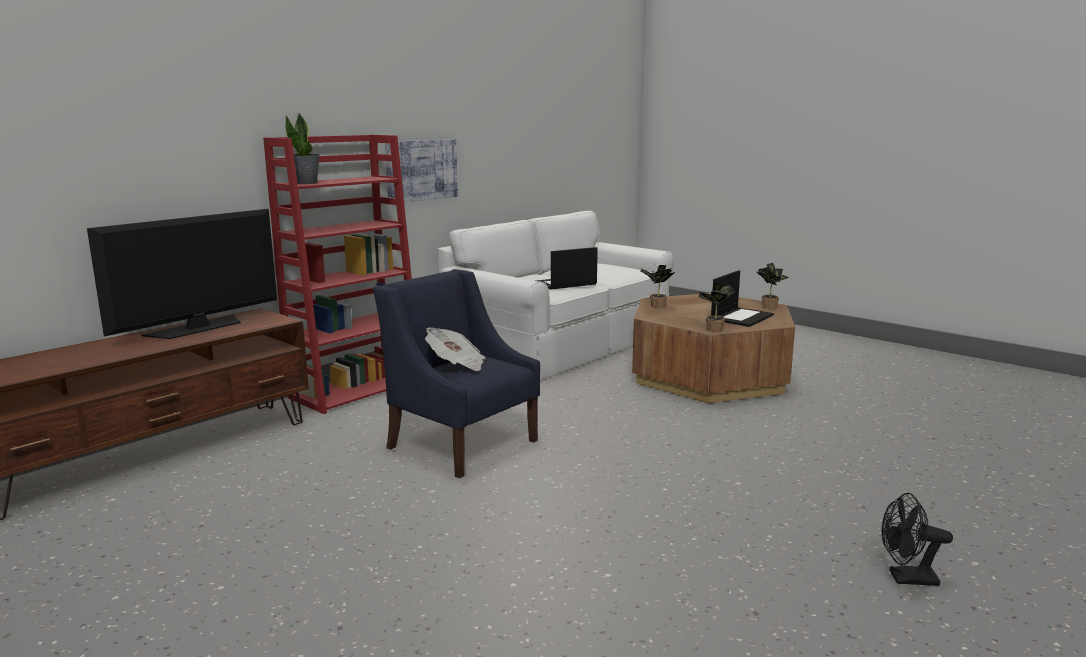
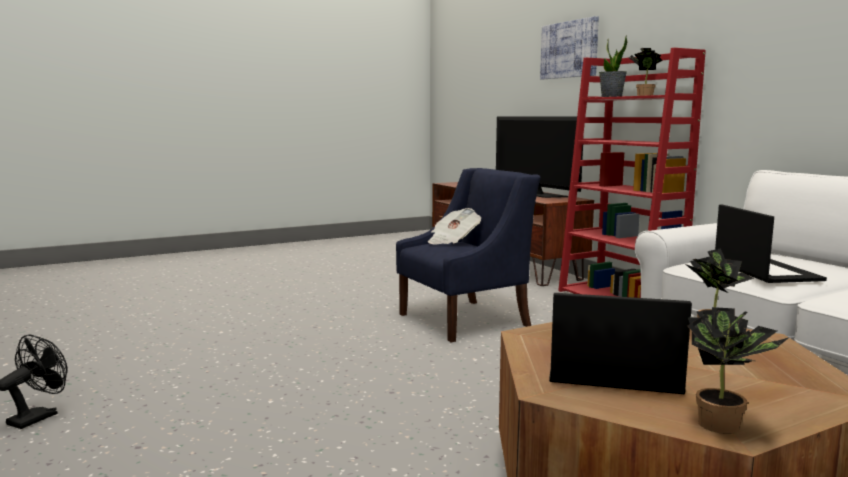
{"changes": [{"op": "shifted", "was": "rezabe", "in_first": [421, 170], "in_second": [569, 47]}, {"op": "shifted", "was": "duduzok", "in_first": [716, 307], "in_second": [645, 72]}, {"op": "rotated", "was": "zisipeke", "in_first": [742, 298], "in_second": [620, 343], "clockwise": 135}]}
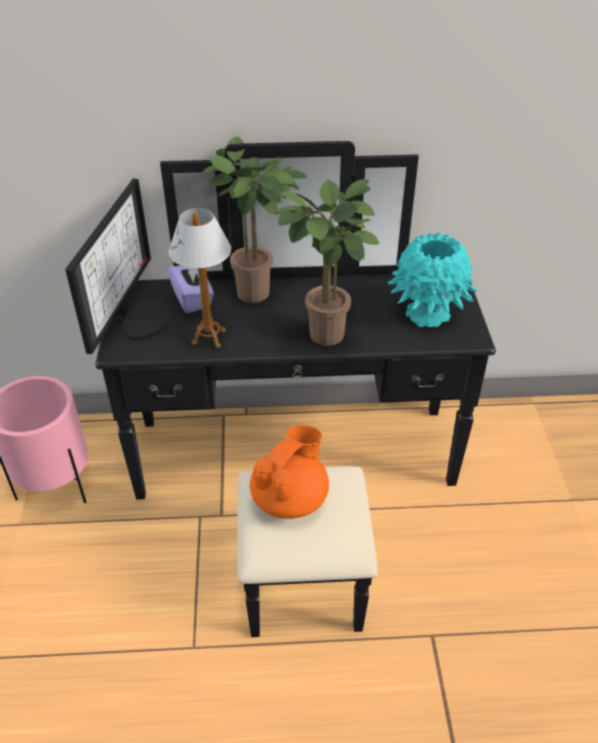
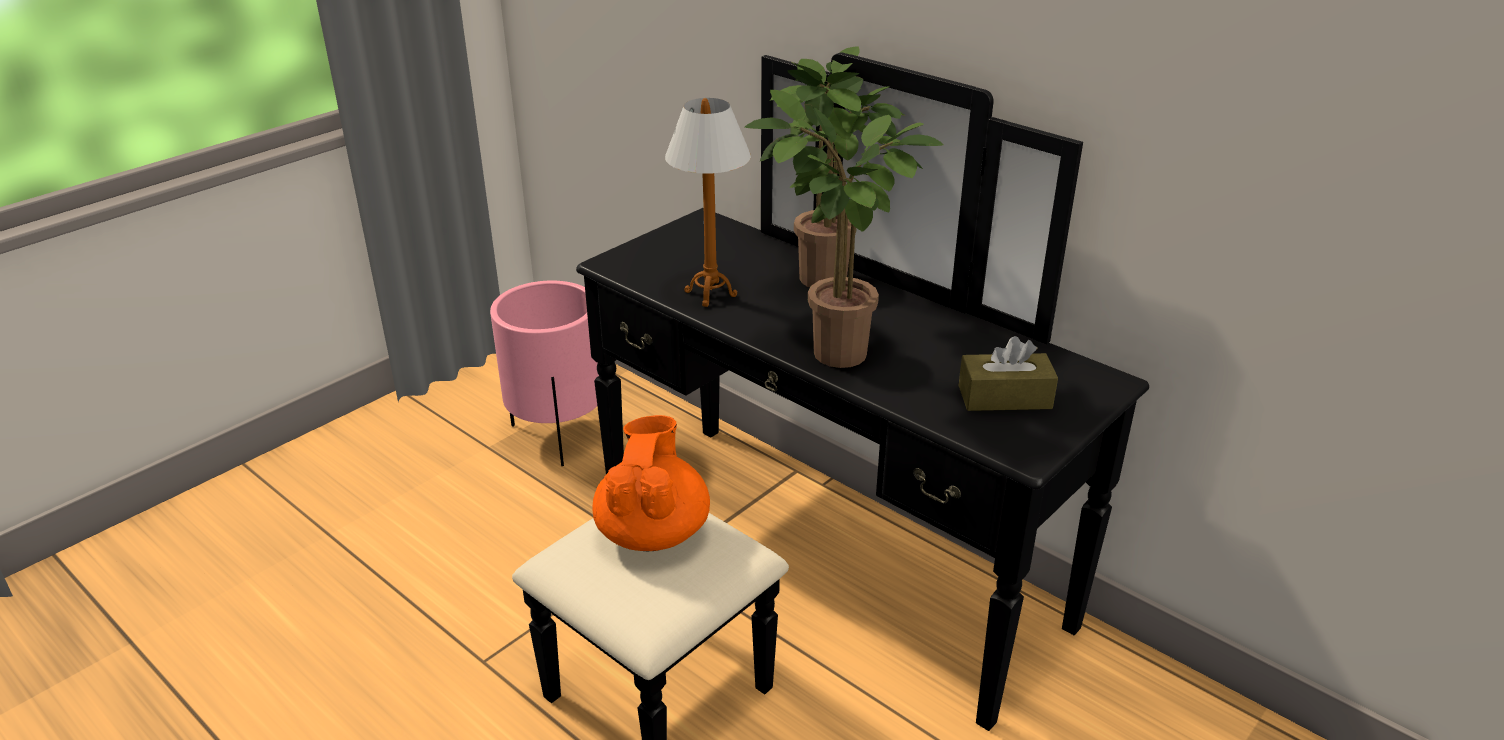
{"changes": [{"op": "gone", "was": "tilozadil", "in_first": [117, 266]}, {"op": "gone", "was": "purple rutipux", "in_first": [190, 289]}, {"op": "rotated", "was": "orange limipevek", "in_first": [289, 472], "in_second": [651, 483], "clockwise": -75}, {"op": "swapped", "was": "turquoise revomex", "now": "brown rutipux", "in_first": [432, 279], "in_second": [1008, 373]}]}
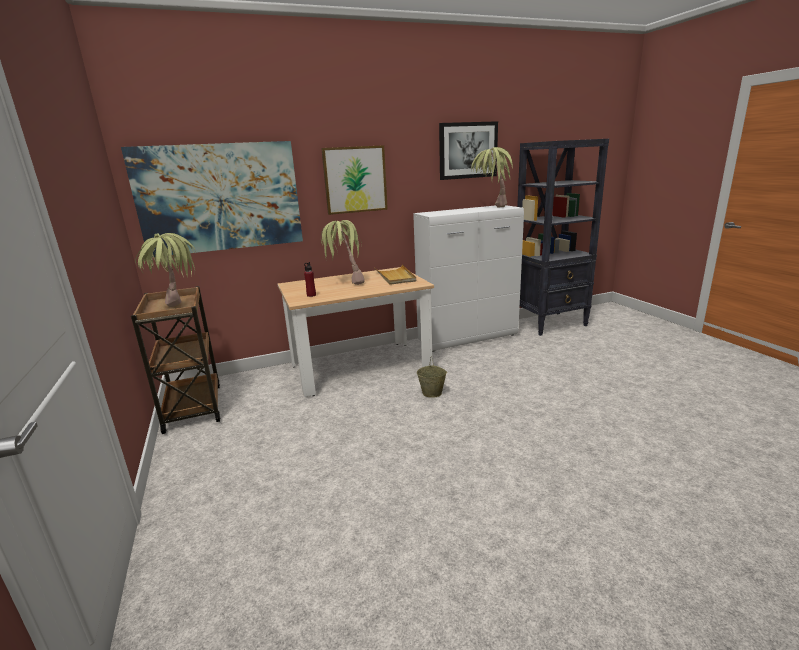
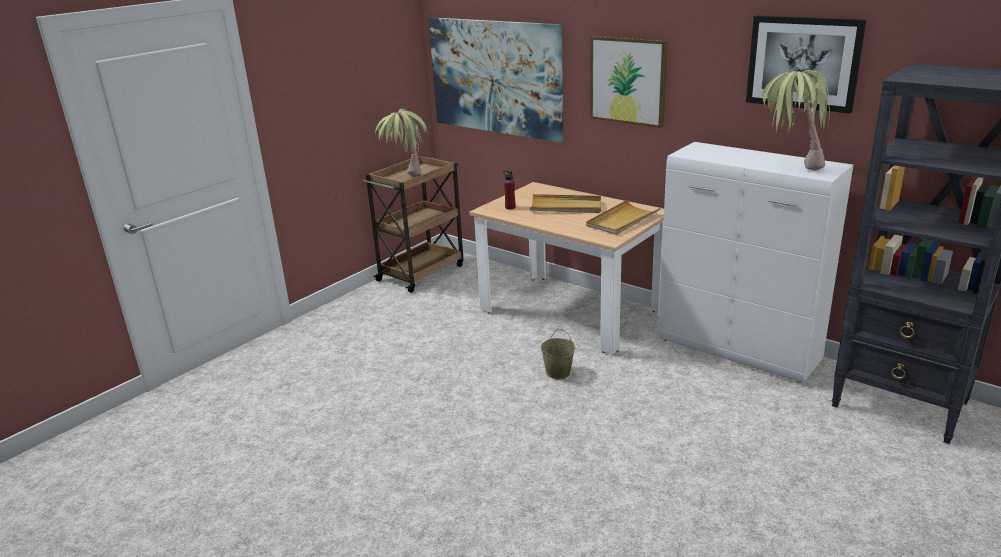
{"changes": [{"op": "swapped", "was": "duduzok", "now": "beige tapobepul", "in_first": [343, 252], "in_second": [565, 203]}]}
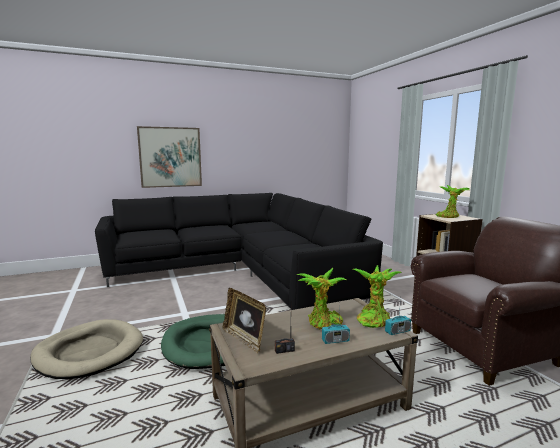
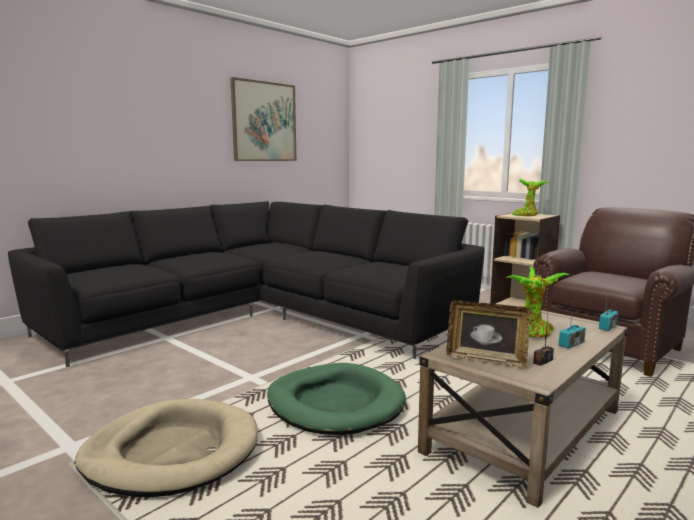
{"changes": [{"op": "shifted", "was": "rezabe", "in_first": [169, 157], "in_second": [263, 119]}, {"op": "gone", "was": "duduzok", "in_first": [377, 296]}]}
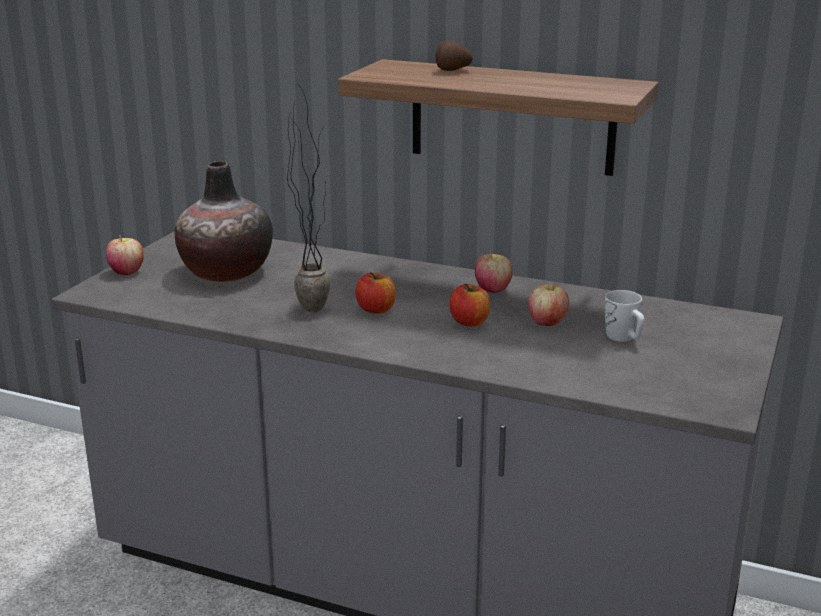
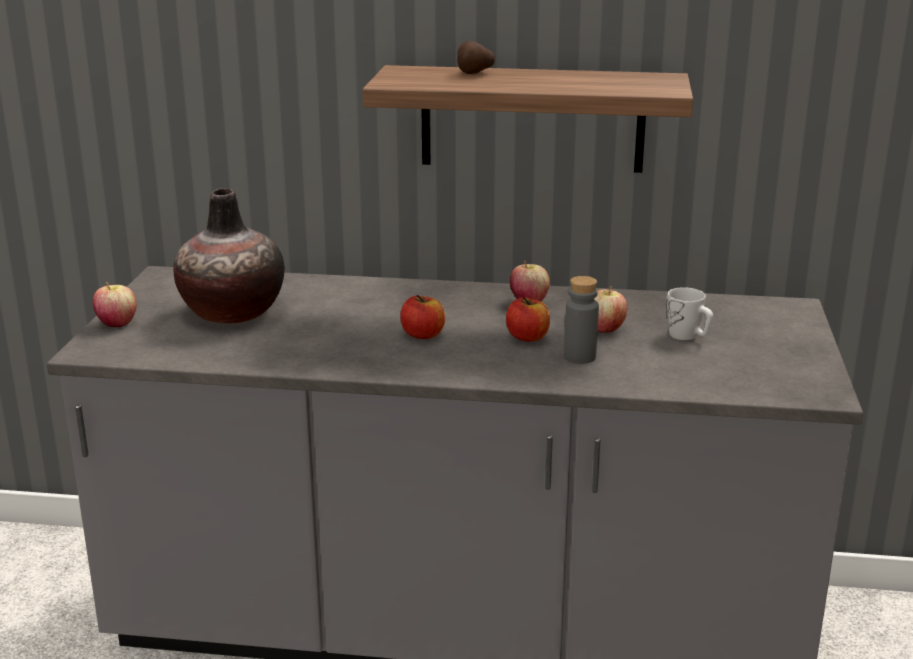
{"changes": [{"op": "gone", "was": "duduzok", "in_first": [309, 200]}, {"op": "new", "now": "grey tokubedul", "in_second": [581, 320]}]}
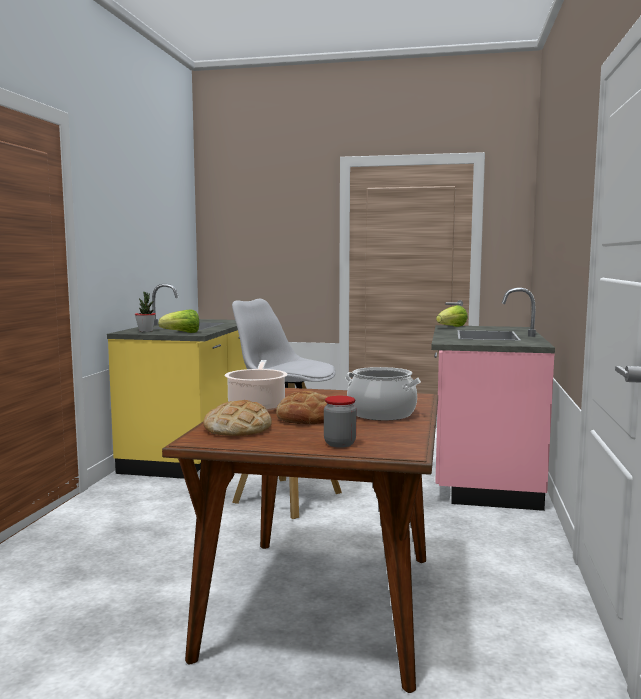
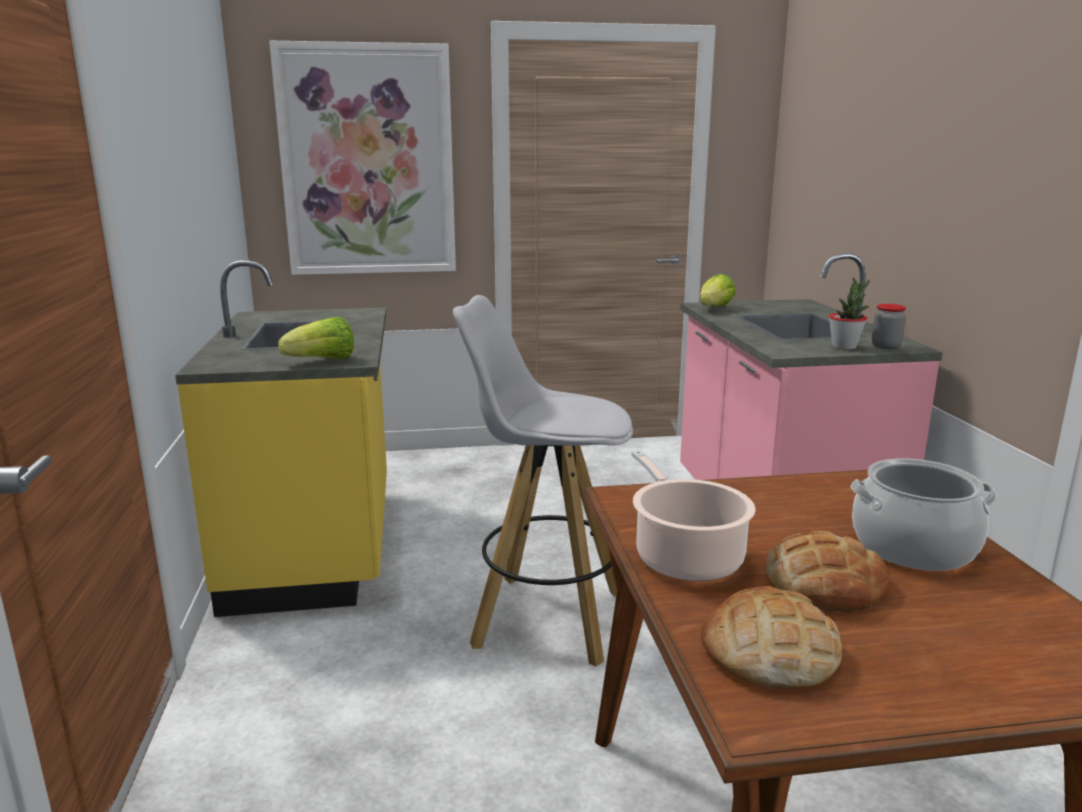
{"changes": [{"op": "shifted", "was": "duduzok", "in_first": [145, 312], "in_second": [849, 314]}, {"op": "shifted", "was": "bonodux", "in_first": [340, 422], "in_second": [889, 326]}, {"op": "new", "now": "rezabe", "in_second": [362, 158]}]}
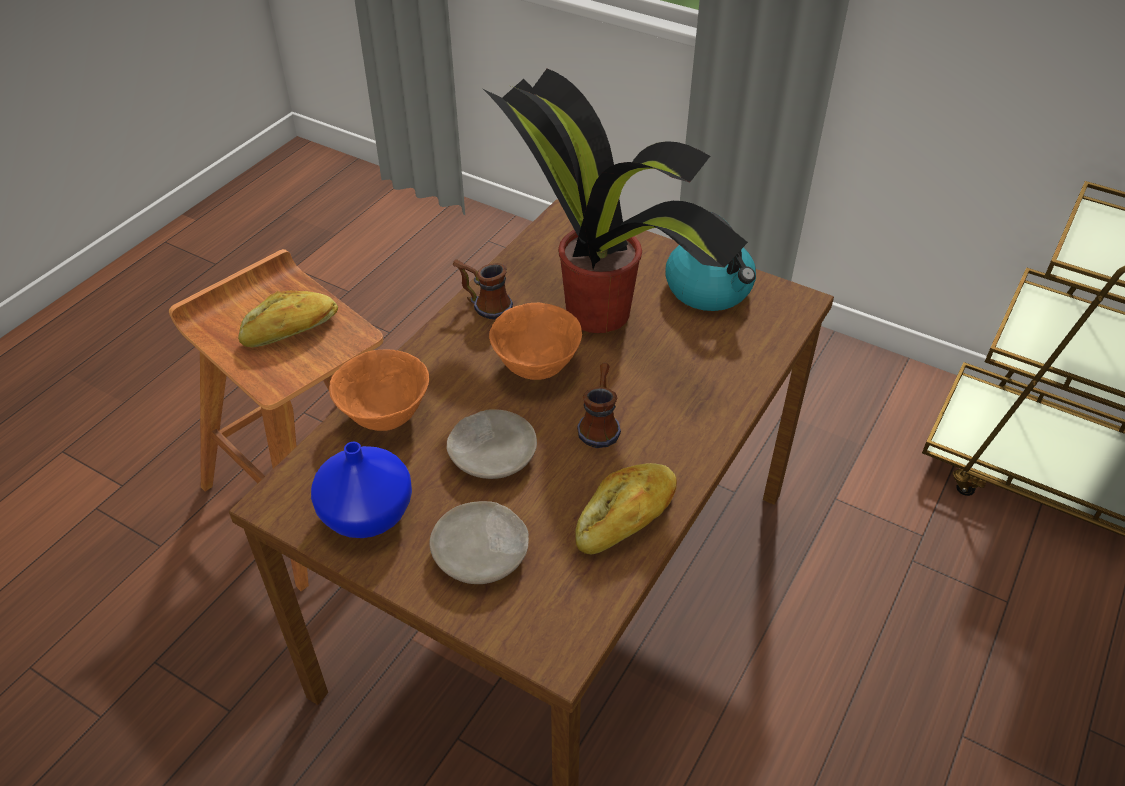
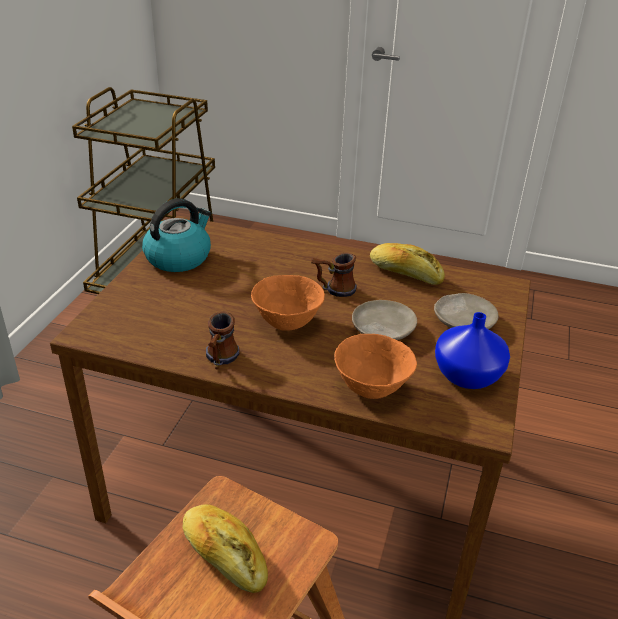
{"changes": [{"op": "gone", "was": "duduzok", "in_first": [615, 201]}]}
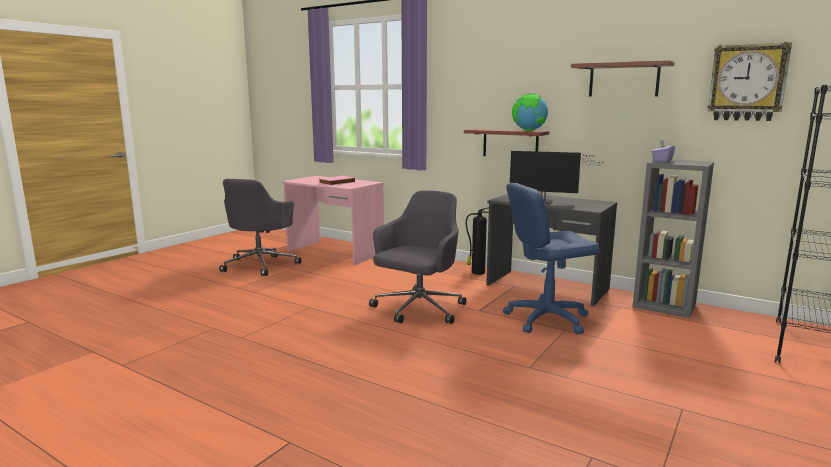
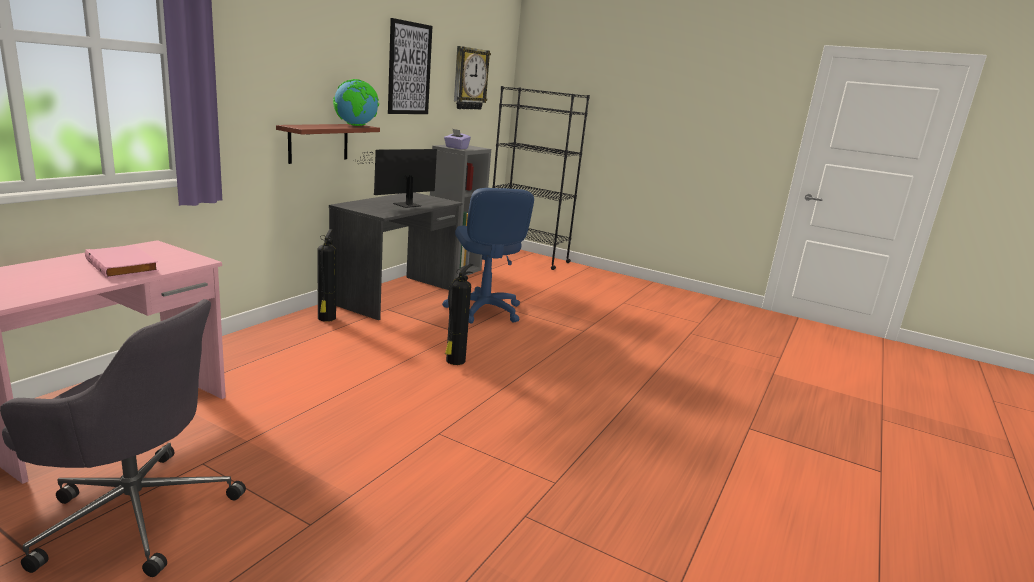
{"changes": [{"op": "swapped", "was": "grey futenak", "now": "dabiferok", "in_first": [418, 257], "in_second": [459, 314]}, {"op": "rotated", "was": "tilozadil", "in_first": [556, 177], "in_second": [395, 178], "clockwise": -150}, {"op": "swapped", "was": "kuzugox", "now": "rezabe", "in_first": [623, 78], "in_second": [410, 66]}]}
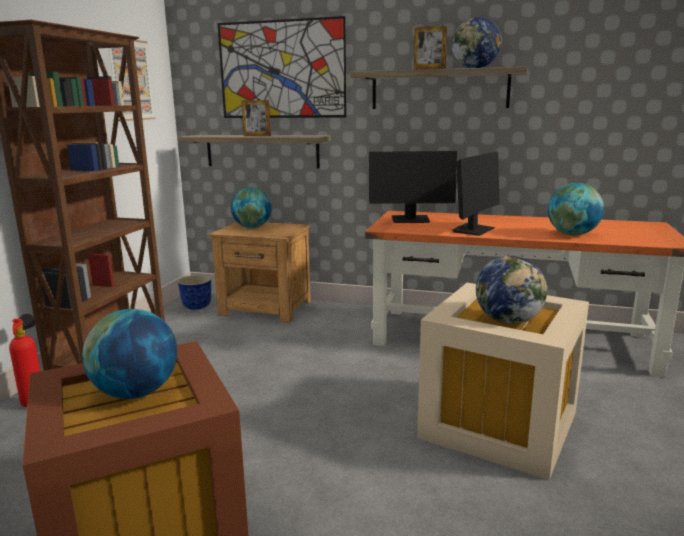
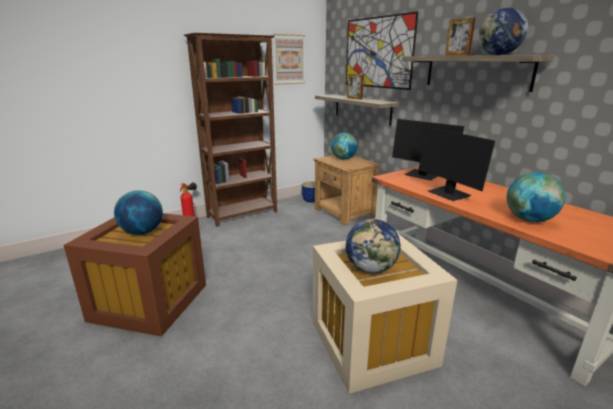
{"changes": [{"op": "rotated", "was": "tilozadil", "in_first": [475, 194], "in_second": [456, 164], "clockwise": 75}]}
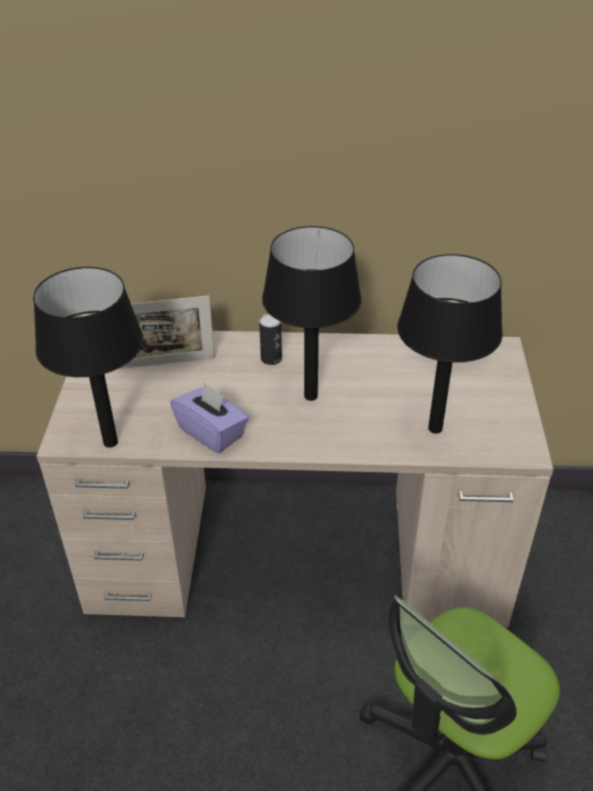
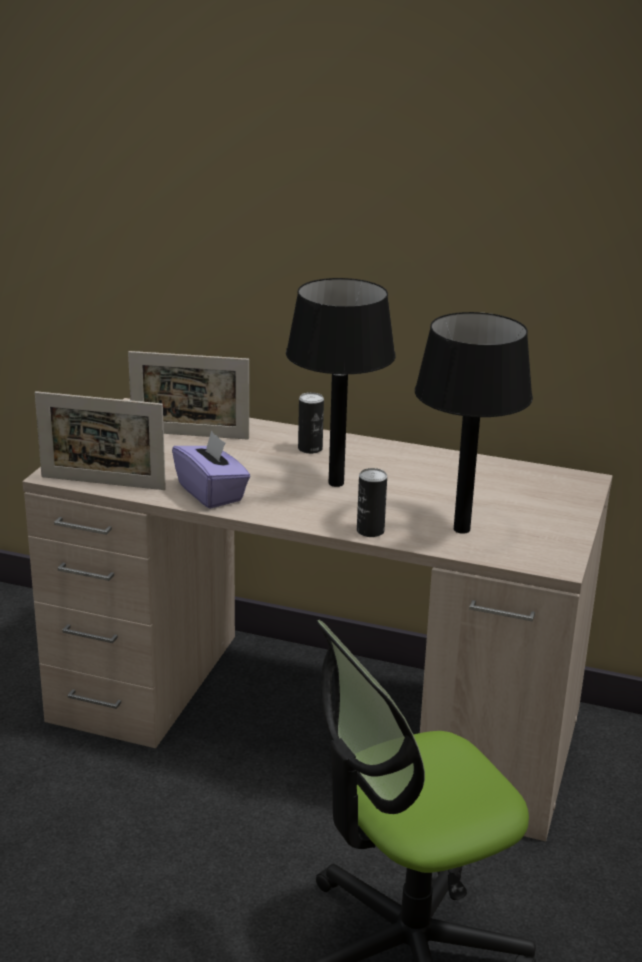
{"changes": [{"op": "swapped", "was": "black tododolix", "now": "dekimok", "in_first": [88, 357], "in_second": [100, 440]}, {"op": "new", "now": "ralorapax", "in_second": [372, 502]}]}
